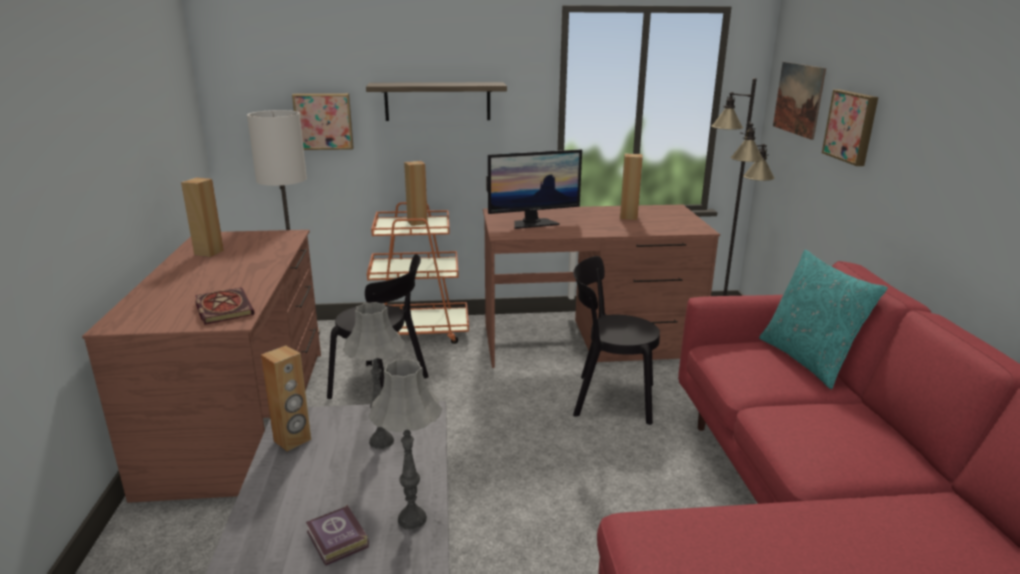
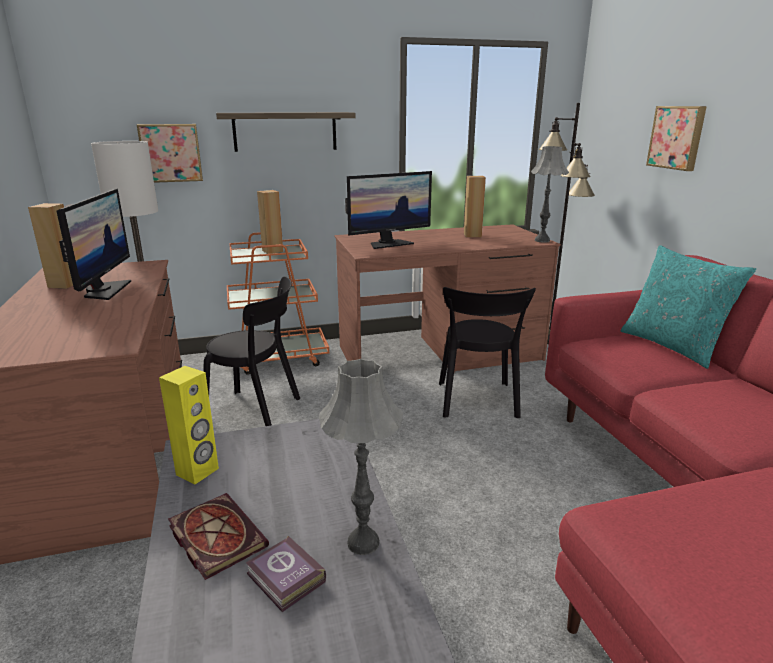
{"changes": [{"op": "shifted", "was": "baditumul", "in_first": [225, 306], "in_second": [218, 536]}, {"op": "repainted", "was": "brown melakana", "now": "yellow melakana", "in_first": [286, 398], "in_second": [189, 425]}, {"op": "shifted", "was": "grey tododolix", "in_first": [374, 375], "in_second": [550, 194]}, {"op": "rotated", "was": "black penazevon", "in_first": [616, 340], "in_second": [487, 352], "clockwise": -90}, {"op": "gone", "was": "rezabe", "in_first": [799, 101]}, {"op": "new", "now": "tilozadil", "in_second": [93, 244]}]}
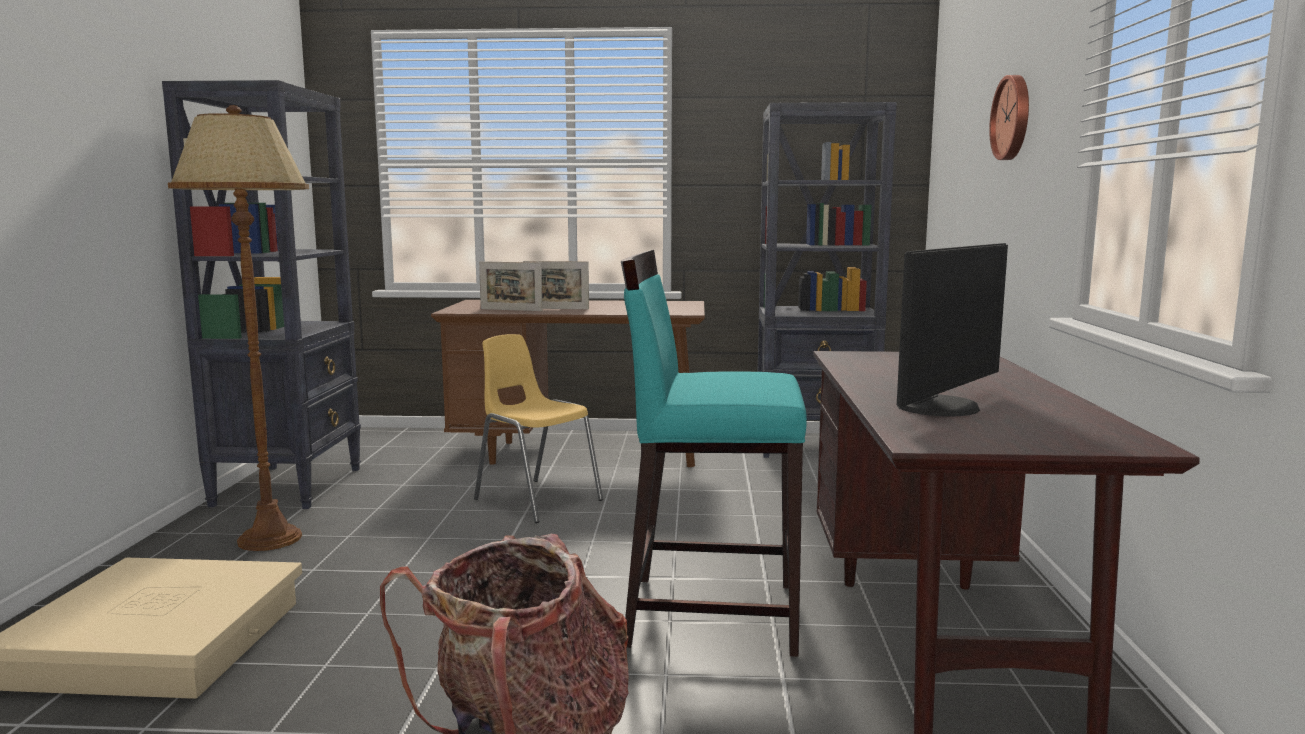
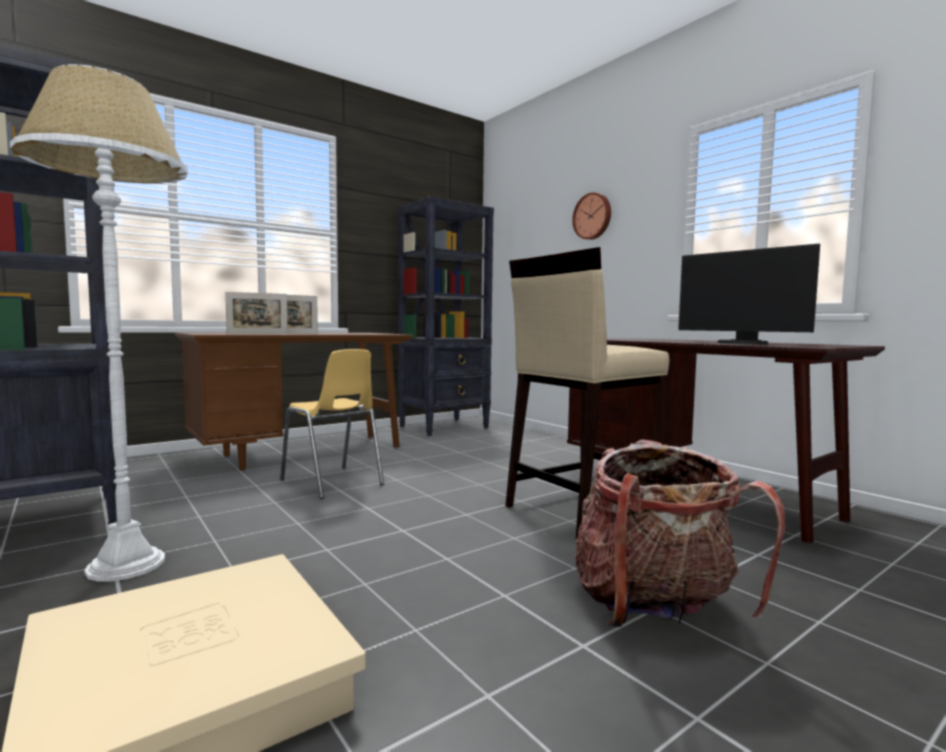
{"changes": [{"op": "repainted", "was": "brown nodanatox", "now": "white nodanatox", "in_first": [238, 328], "in_second": [99, 323]}, {"op": "rotated", "was": "yellow penazevon", "in_first": [538, 428], "in_second": [332, 424], "clockwise": -135}, {"op": "repainted", "was": "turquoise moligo", "now": "beige moligo", "in_first": [714, 453], "in_second": [587, 393]}, {"op": "rotated", "was": "tilozadil", "in_first": [952, 330], "in_second": [749, 294], "clockwise": 135}]}
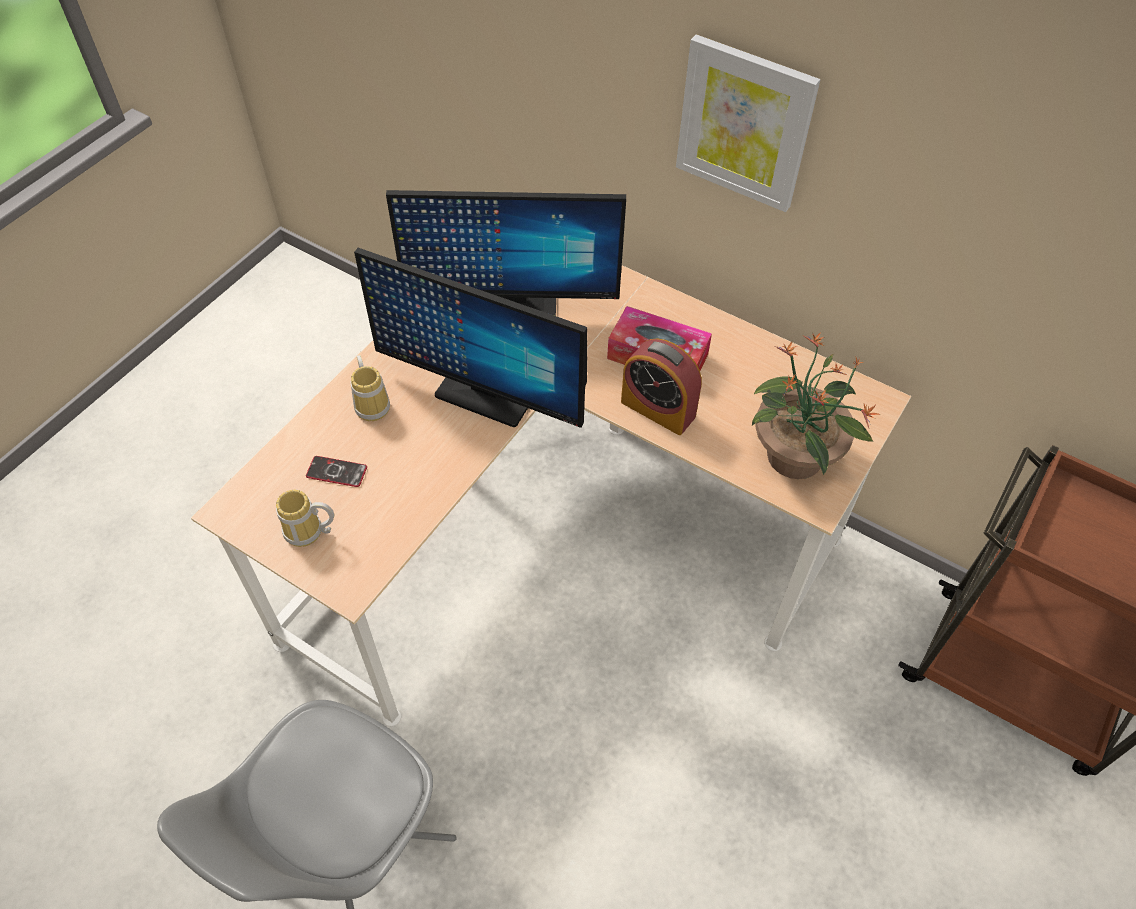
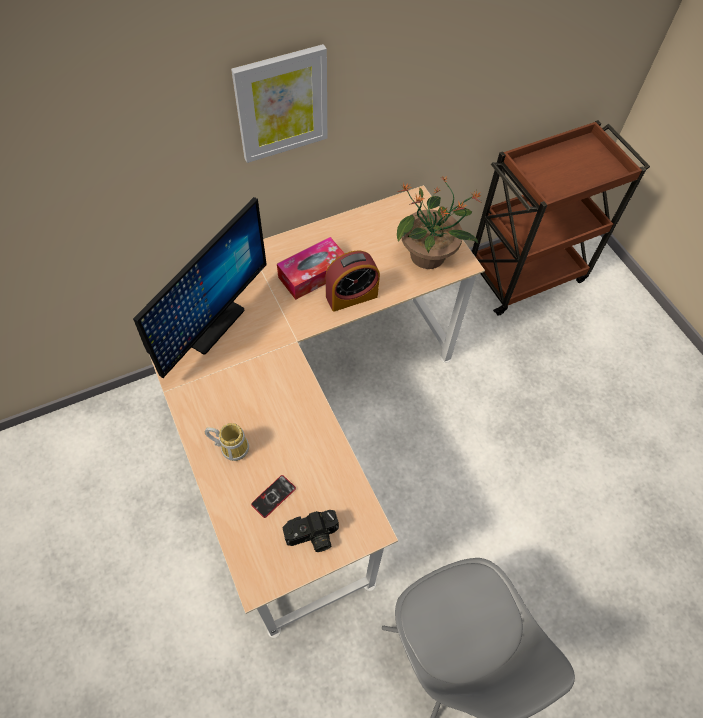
{"changes": [{"op": "swapped", "was": "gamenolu", "now": "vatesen", "in_first": [305, 518], "in_second": [310, 531]}, {"op": "gone", "was": "tilozadil", "in_first": [470, 338]}]}
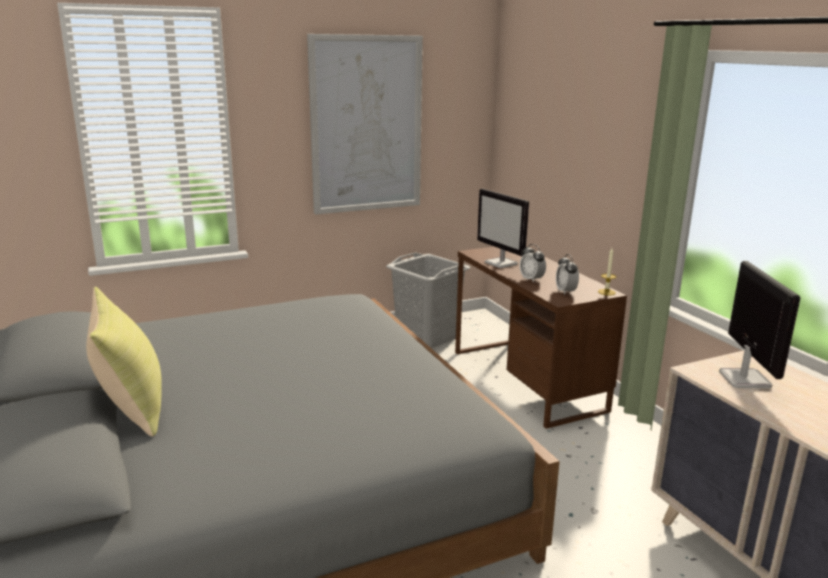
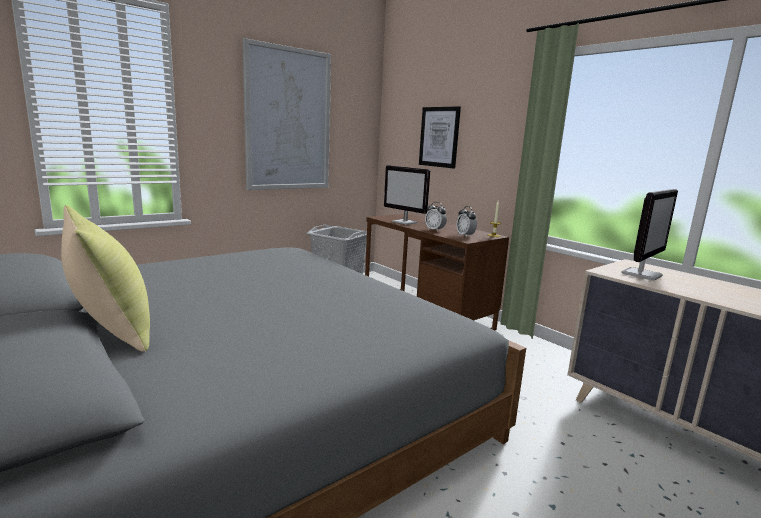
{"changes": [{"op": "rotated", "was": "tilozadil", "in_first": [760, 325], "in_second": [649, 234], "clockwise": 60}, {"op": "new", "now": "rezabe", "in_second": [440, 137]}]}
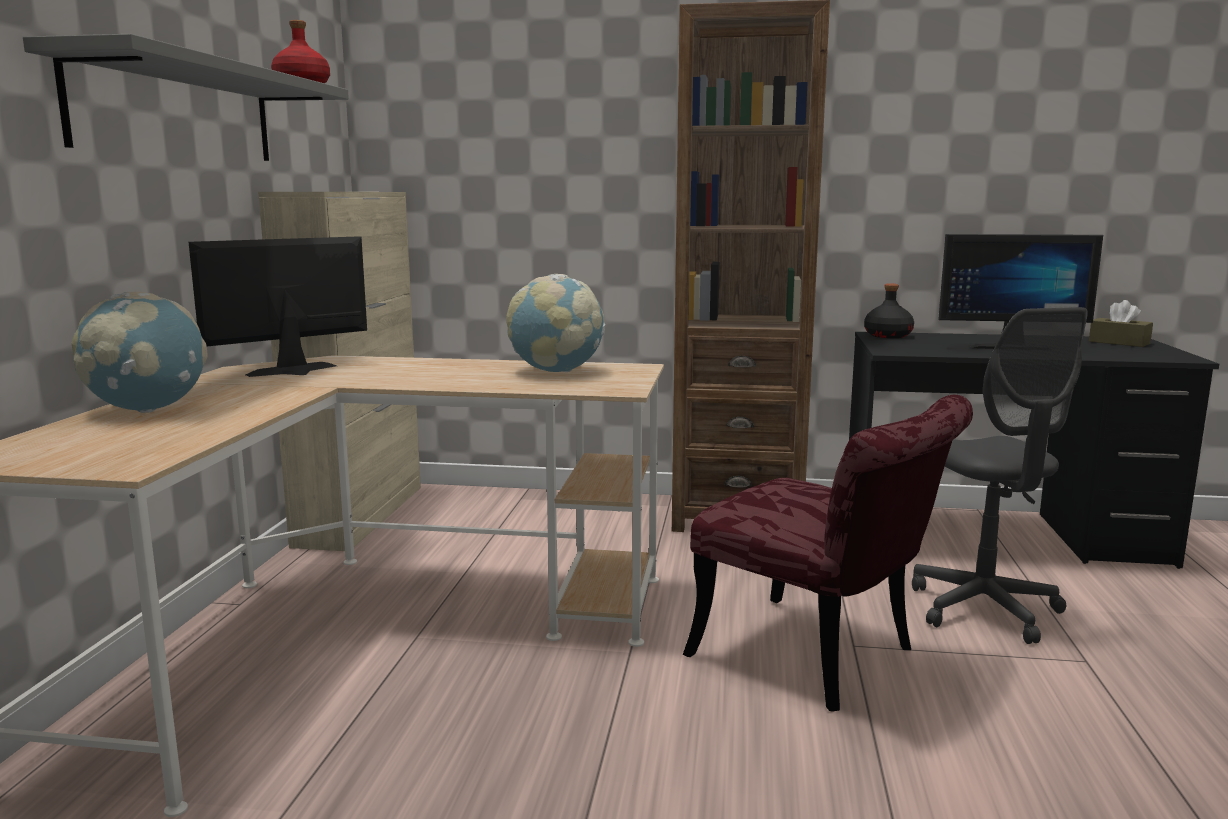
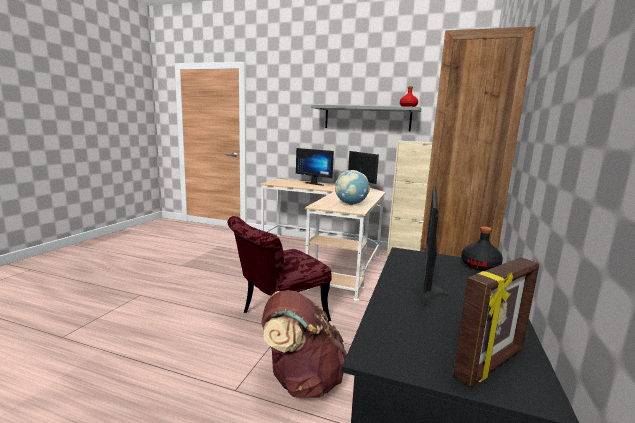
{"changes": [{"op": "swapped", "was": "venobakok", "now": "tilozadil", "in_first": [140, 352], "in_second": [315, 167]}, {"op": "swapped", "was": "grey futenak", "now": "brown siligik", "in_first": [1000, 475], "in_second": [304, 344]}, {"op": "swapped", "was": "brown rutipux", "now": "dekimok", "in_first": [1121, 323], "in_second": [496, 321]}]}
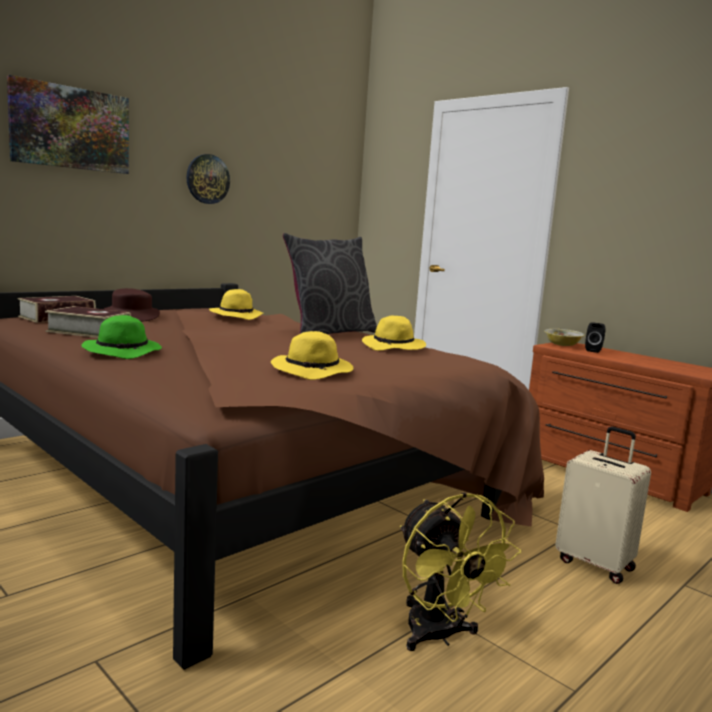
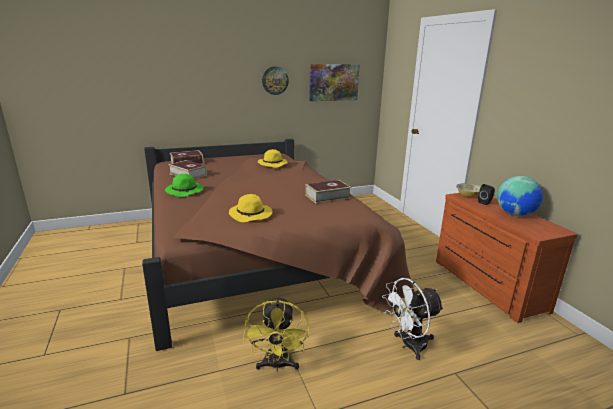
{"changes": [{"op": "shifted", "was": "rezabe", "in_first": [68, 124], "in_second": [334, 82]}, {"op": "gone", "was": "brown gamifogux", "in_first": [132, 305]}, {"op": "gone", "was": "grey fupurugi", "in_first": [330, 283]}, {"op": "swapped", "was": "yellow gamifogux", "now": "baditumul", "in_first": [394, 333], "in_second": [328, 192]}, {"op": "swapped", "was": "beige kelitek", "now": "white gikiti", "in_first": [603, 505], "in_second": [413, 319]}, {"op": "new", "now": "venobakok", "in_second": [520, 196]}]}
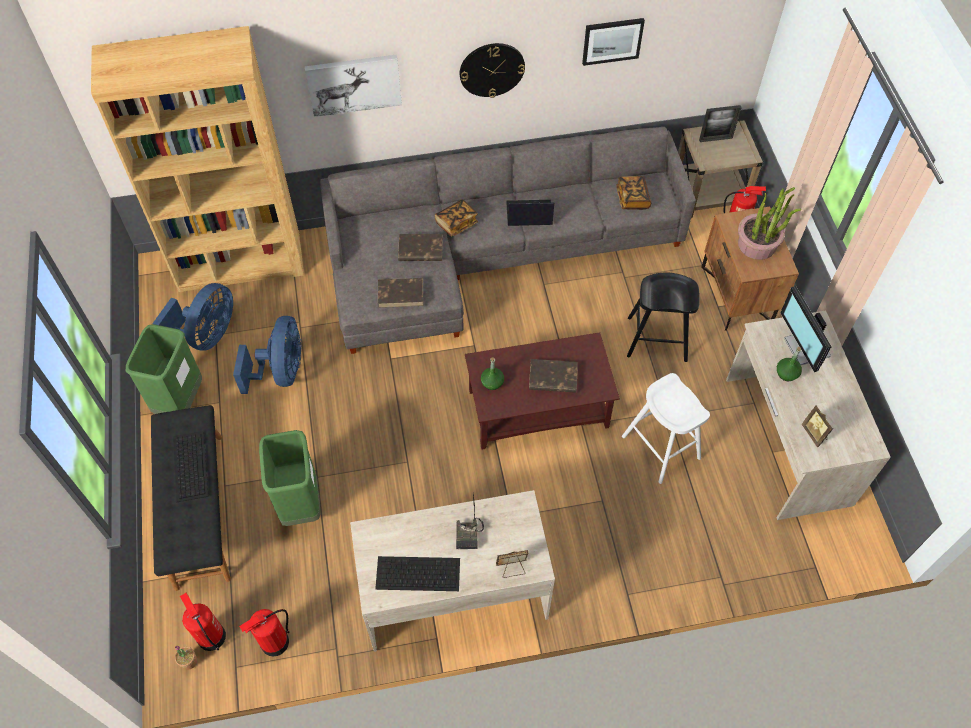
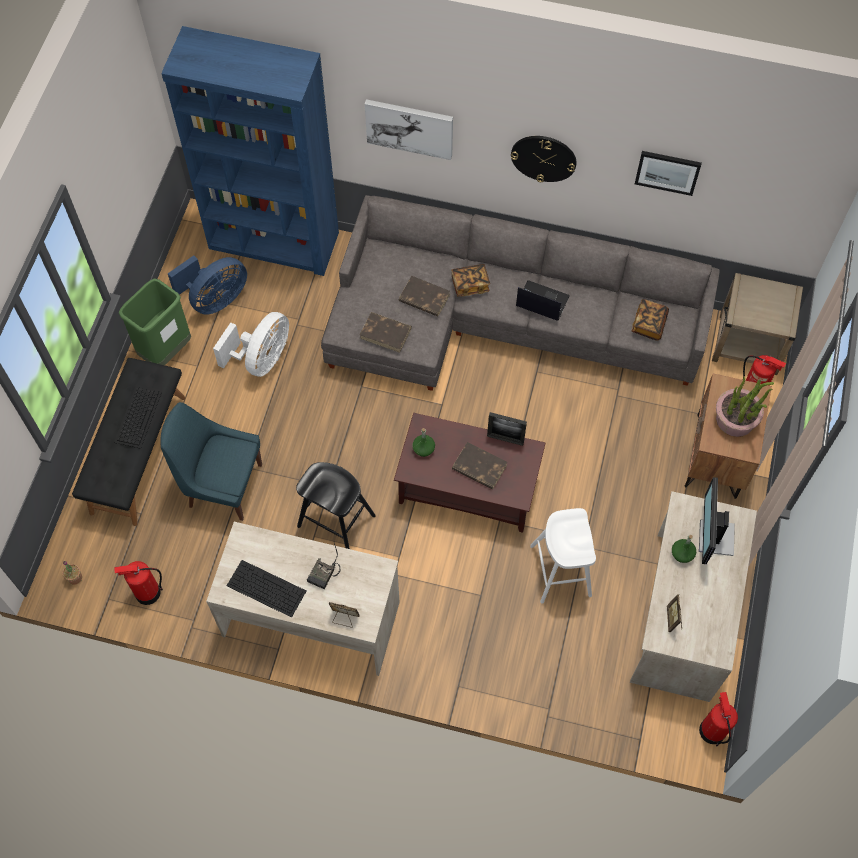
{"changes": [{"op": "repainted", "was": "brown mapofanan", "now": "blue mapofanan", "in_first": [197, 159], "in_second": [250, 151]}, {"op": "shifted", "was": "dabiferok", "in_first": [203, 622], "in_second": [718, 719]}, {"op": "repainted", "was": "blue gikiti", "now": "white gikiti", "in_first": [267, 355], "in_second": [251, 344]}, {"op": "swapped", "was": "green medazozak", "now": "blue penazevon", "in_first": [290, 478], "in_second": [211, 461]}, {"op": "shifted", "was": "black moligo", "in_first": [663, 317], "in_second": [336, 505]}, {"op": "shifted", "was": "dekimok", "in_first": [720, 123], "in_second": [507, 429]}]}
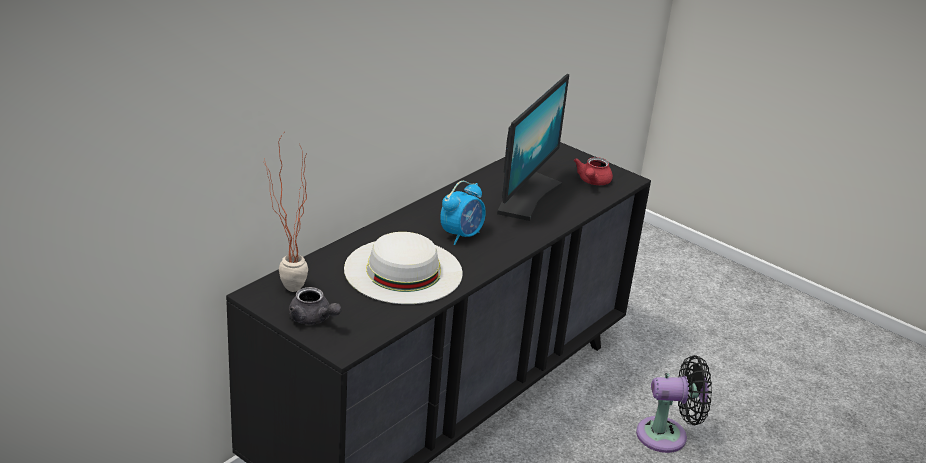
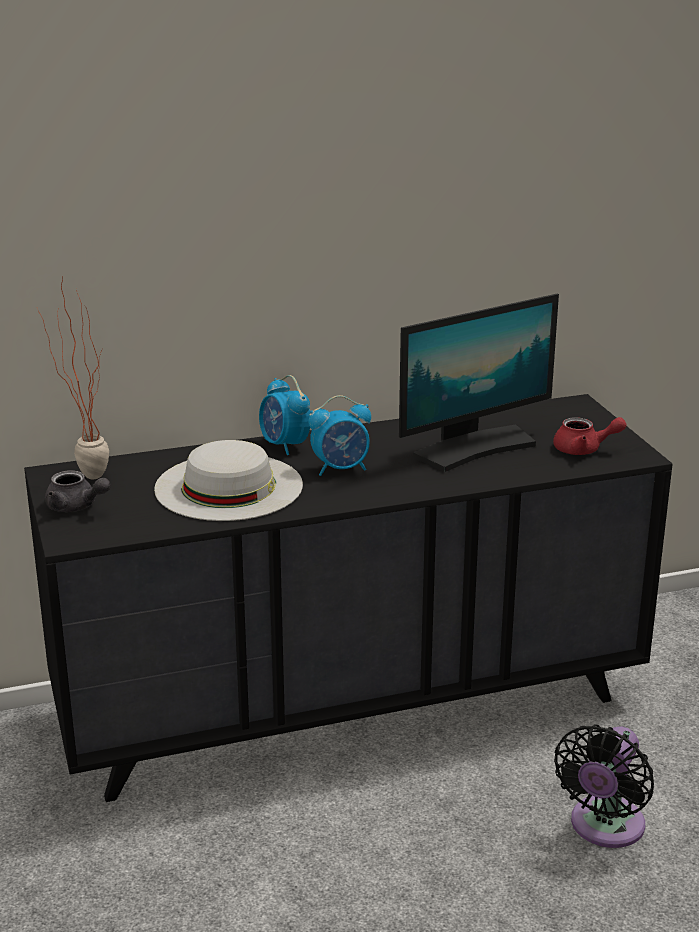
{"changes": [{"op": "rotated", "was": "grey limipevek", "in_first": [315, 306], "in_second": [78, 491], "clockwise": -45}, {"op": "rotated", "was": "red limipevek", "in_first": [593, 171], "in_second": [590, 436], "clockwise": -135}, {"op": "rotated", "was": "black gikiti", "in_first": [674, 404], "in_second": [604, 786], "clockwise": 90}, {"op": "new", "now": "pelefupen", "in_second": [284, 415]}]}
